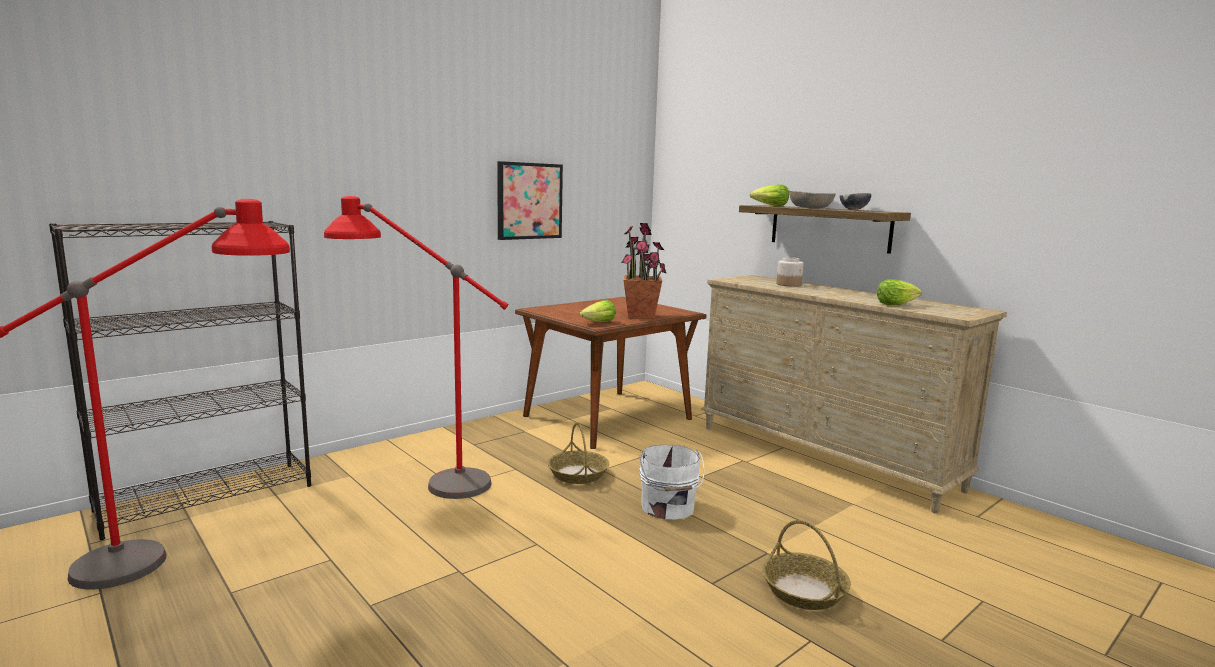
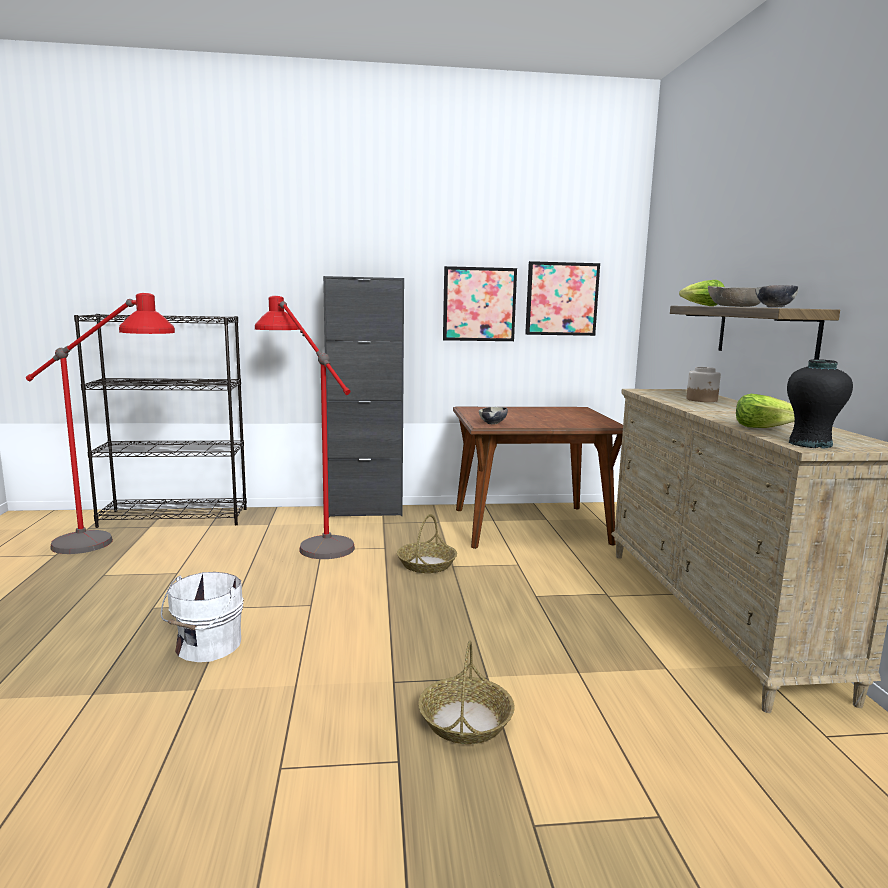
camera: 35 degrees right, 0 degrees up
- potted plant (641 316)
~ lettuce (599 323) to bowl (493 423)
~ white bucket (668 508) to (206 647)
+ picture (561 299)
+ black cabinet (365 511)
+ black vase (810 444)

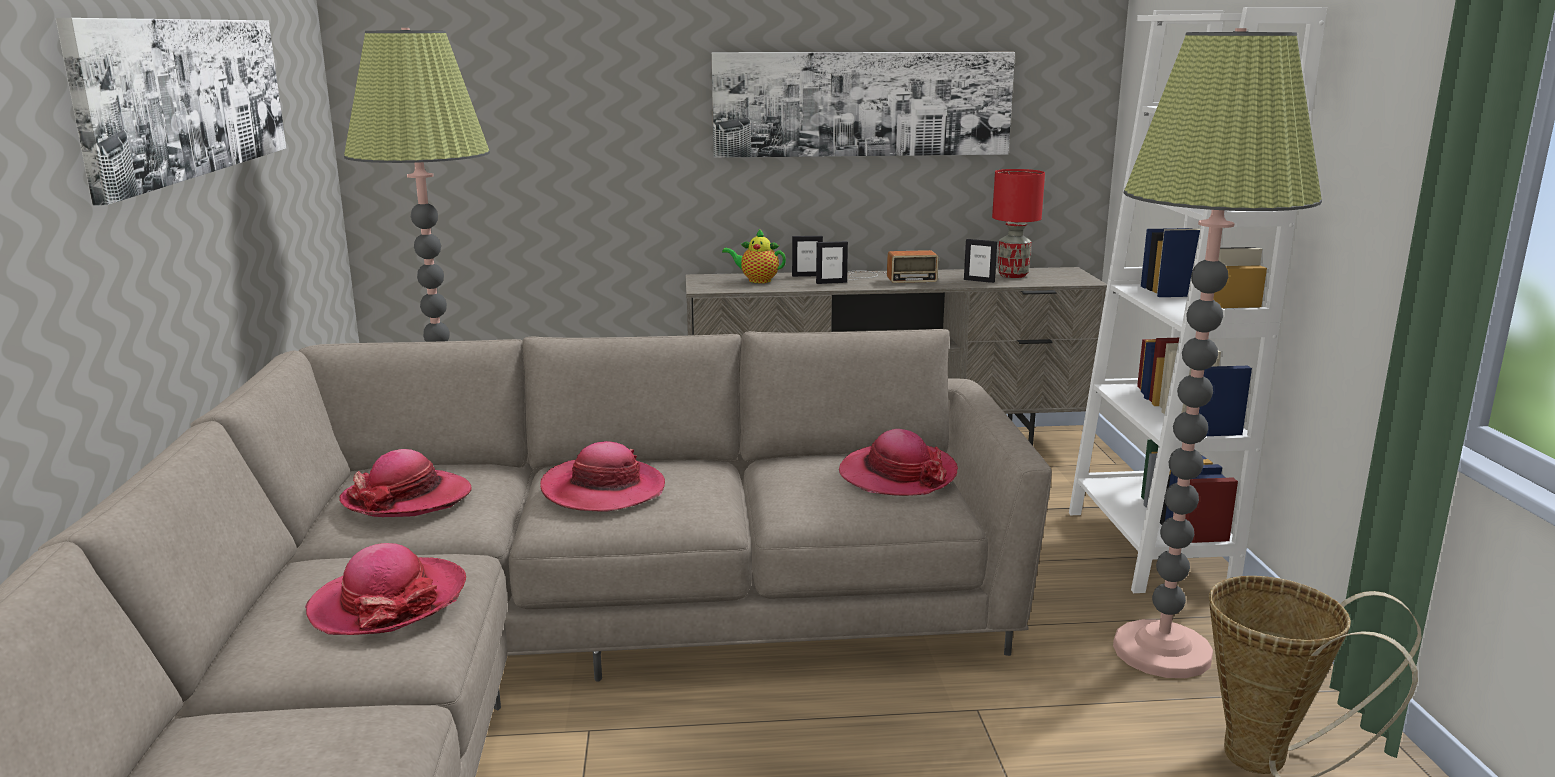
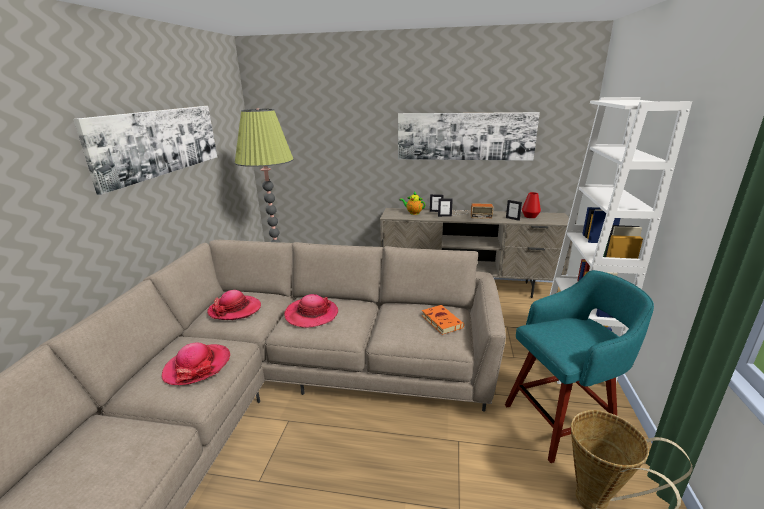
camera: 15 degrees right, 5 degrees up
~ floor lamp (1162 651) to turquoise stool (561 422)
~ red table lamp (1012 275) to red vase (530 216)
~ hat (897 475) to orange book (440 321)

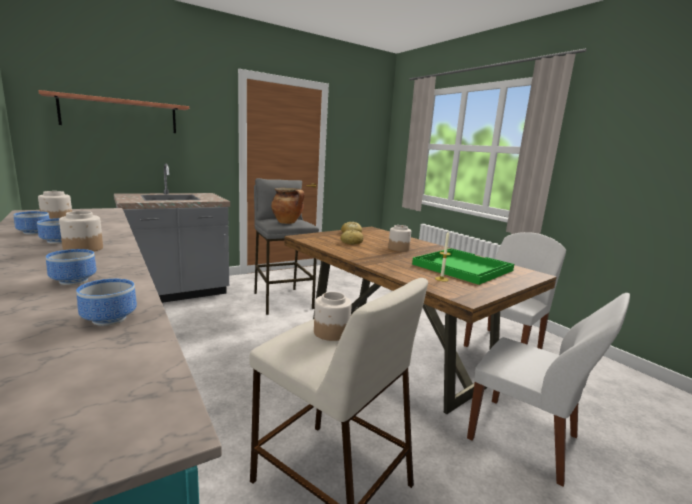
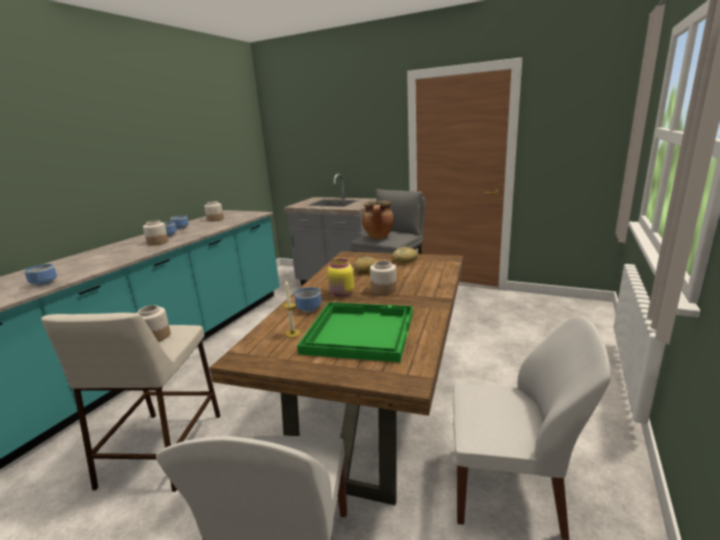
camera: 60 degrees right, 5 degrees up
- shelf (120 115)
~ bowl (75 281) to (309 309)
+ yellow jar (342 294)

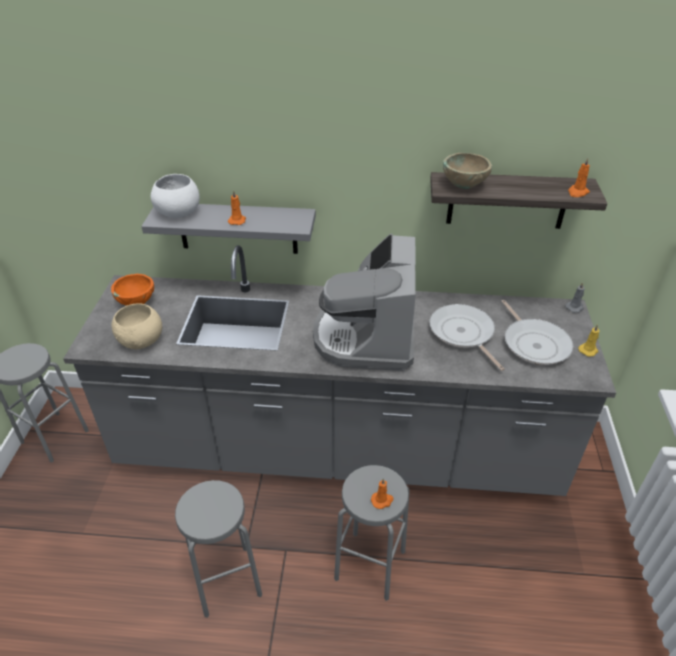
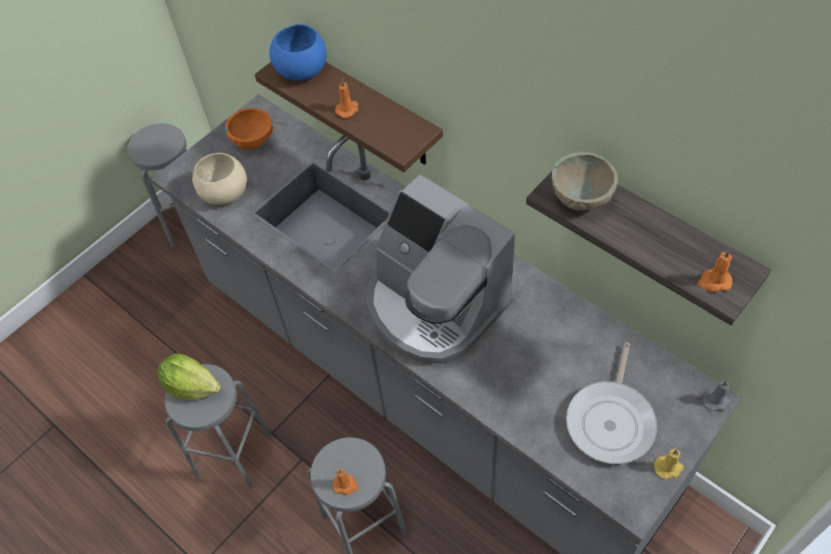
camera: 40 degrees right, 15 degrees up
~ white bowl (179 212) to blue bowl (302 69)
~ grey shelf (238 228) to brown shelf (368 108)
~ coffee machine (367 336) = (434 304) 90 degrees counterclockwise
- frying pan (463 333)
+ lettuce (192 386)

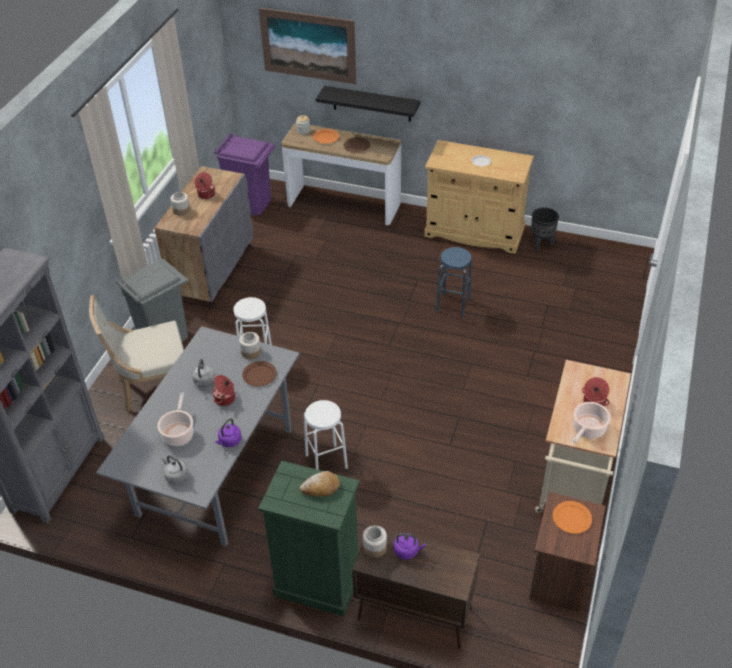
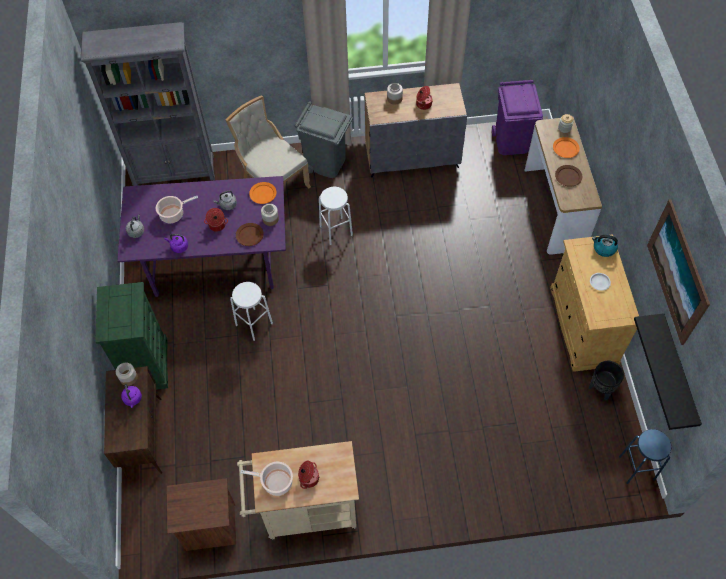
camera: 65 degrees right, 15 degrees up
~ picture (308 45) to (677 272)
~ black shelf (372 104) to (677 373)
~ blue stool (453 305) to (637 467)
~ grey dining table (216 473) to purple dining table (214 260)
- bread (321 488)
~ orange plate (572 518) to (262 194)
+ kettle (603 248)

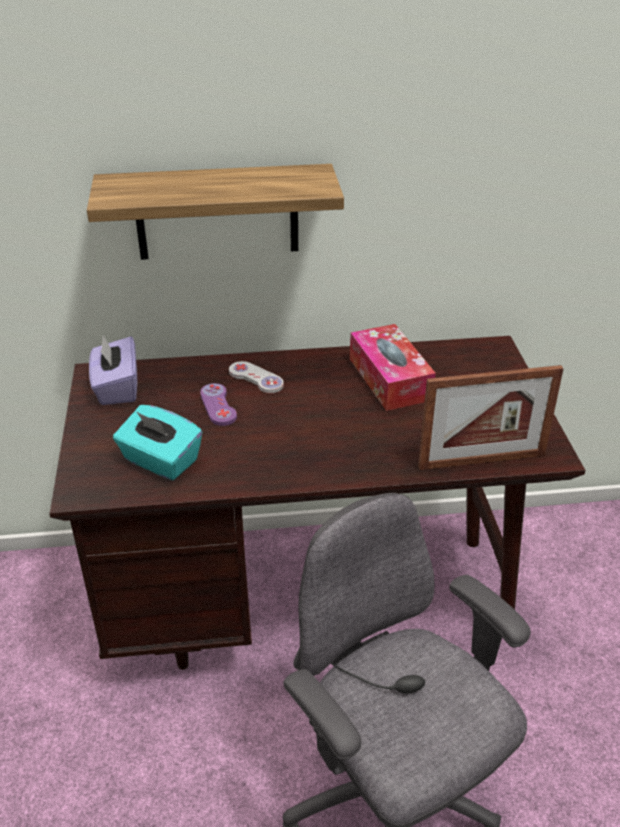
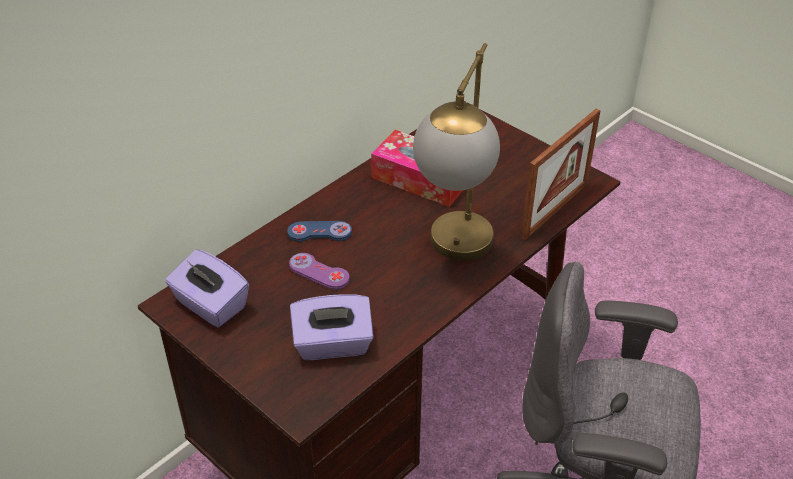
camera: 40 degrees left, 5 degrees up
- shelf (217 212)
~ white game controller (256 379) to blue game controller (319 233)
~ turquoise tissue box (160 461) to purple tissue box (333 345)
+ table lamp (455 255)

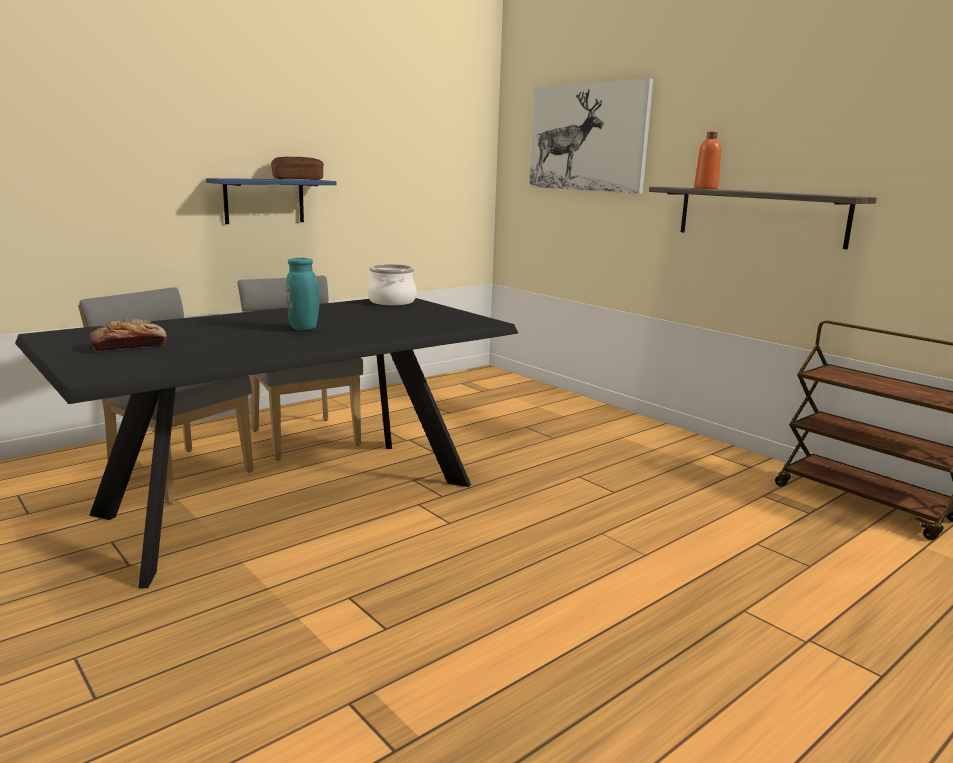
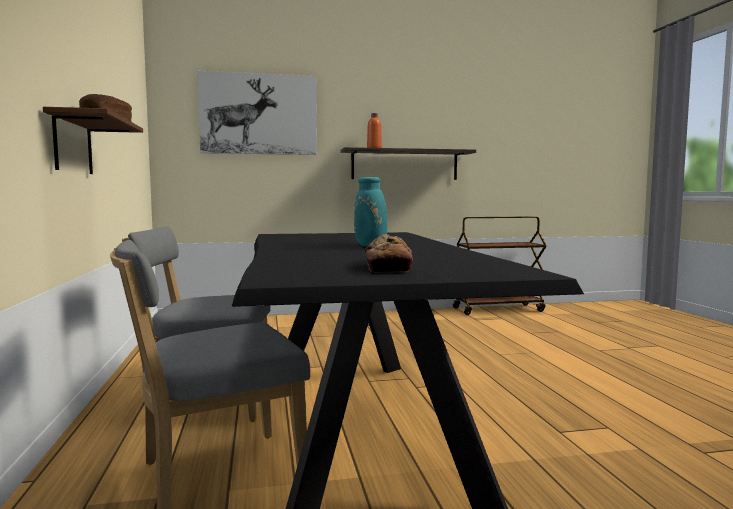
camera: 60 degrees left, 10 degrees down
~ blue shelf (264 201) to brown shelf (73 145)
- cooking pot (392 302)

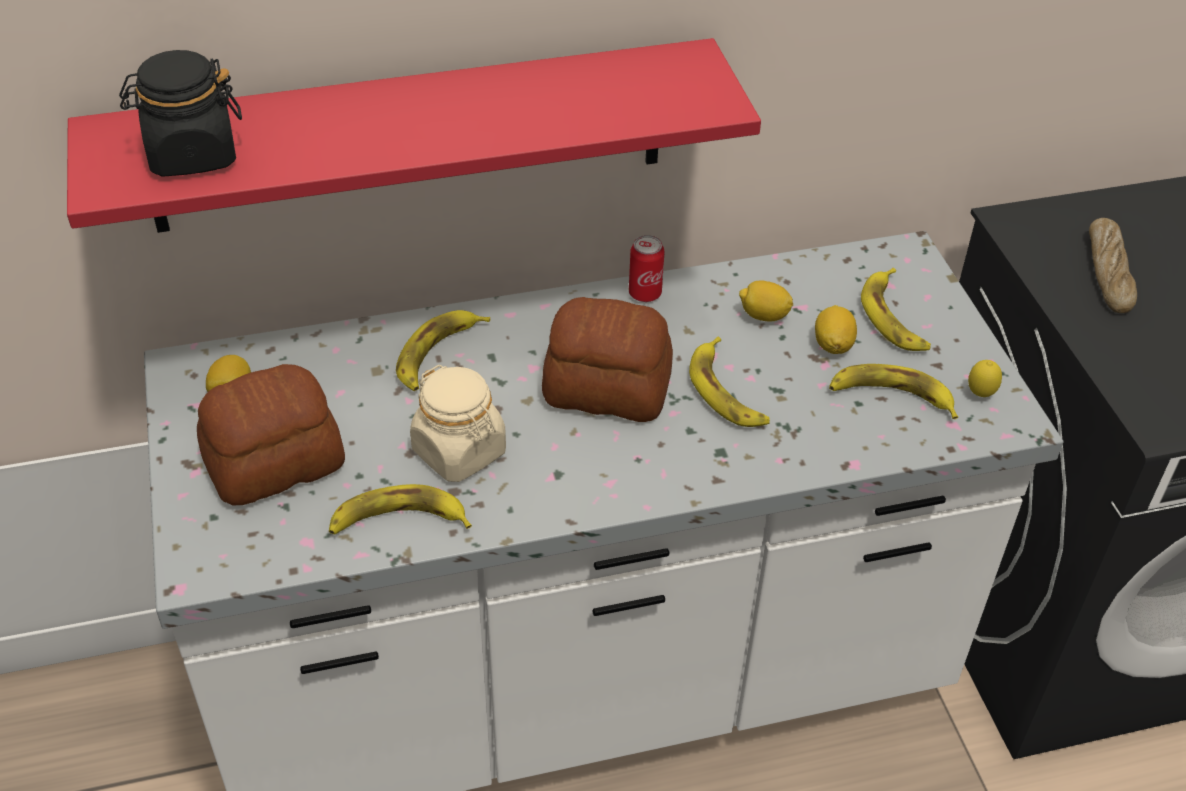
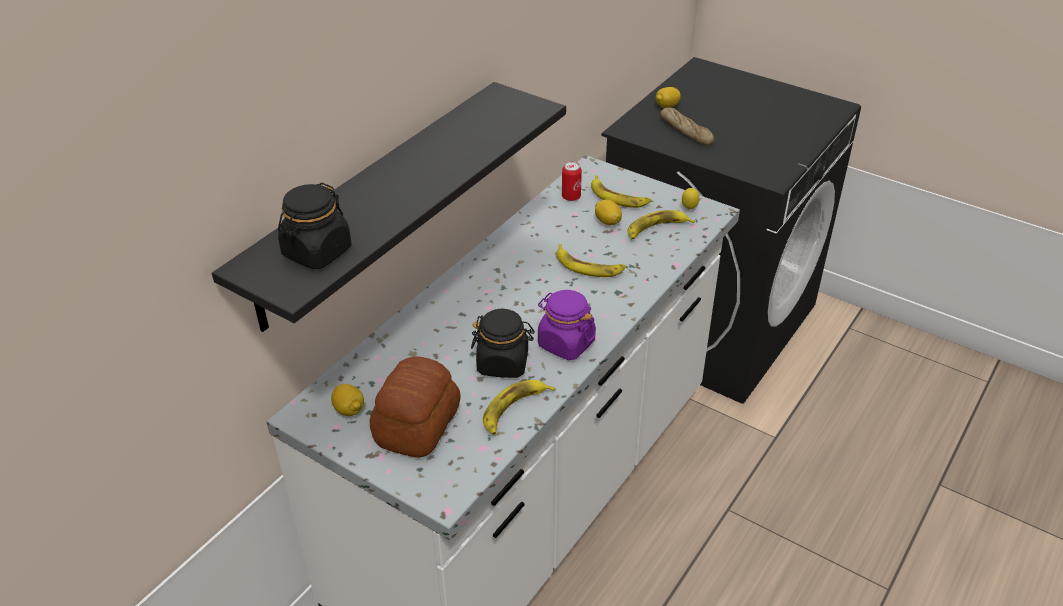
camera: 40 degrees left, 5 degrees down
~ red shelf (409 136) to black shelf (375 203)
~ can (645 293) to (571 197)
~ lemon (763 316) to (667 106)
- bread (608 389)
- banana (437 355)
~ beige jar (460 452) to black jar (503 363)
+ purple jar (565 343)

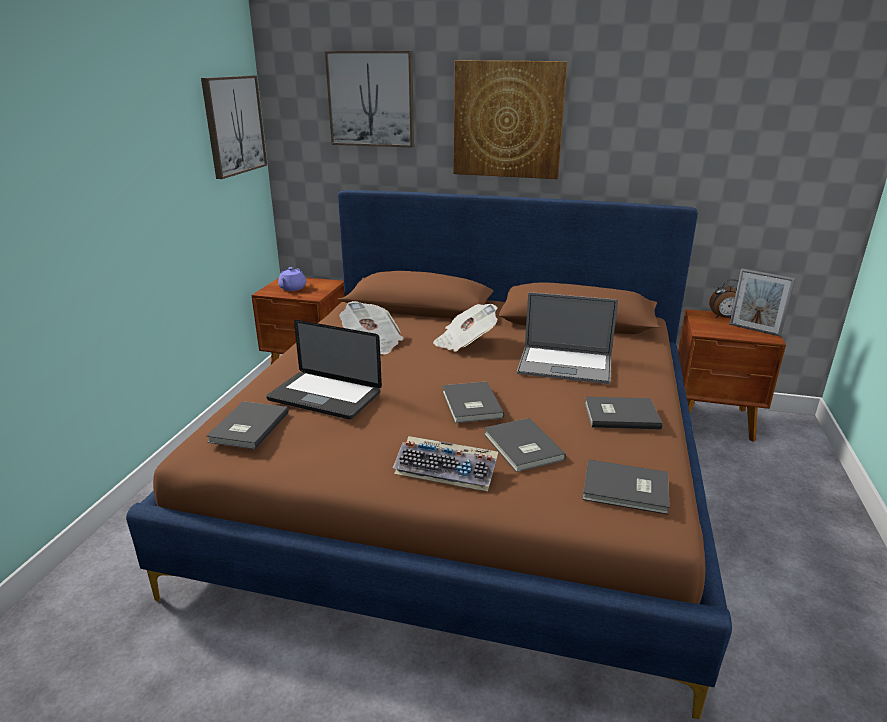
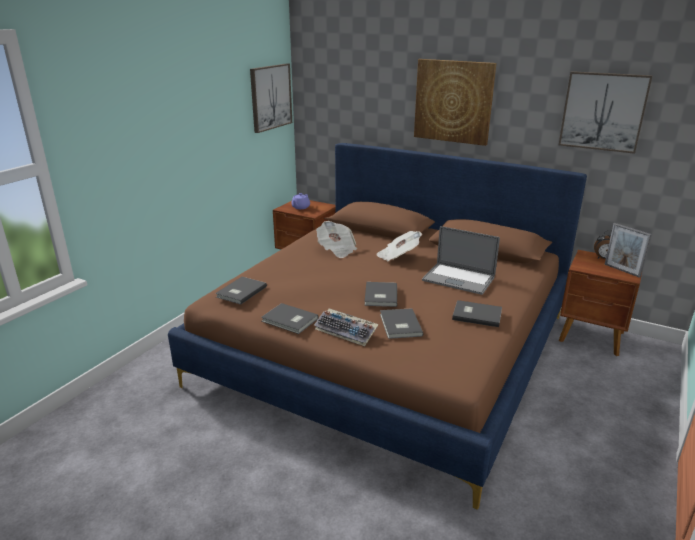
camera: 15 degrees right, 0 degrees up
~ picture (371 99) to (603 111)
- laptop (324 396)
~ grey book (626 490) to (289 320)

